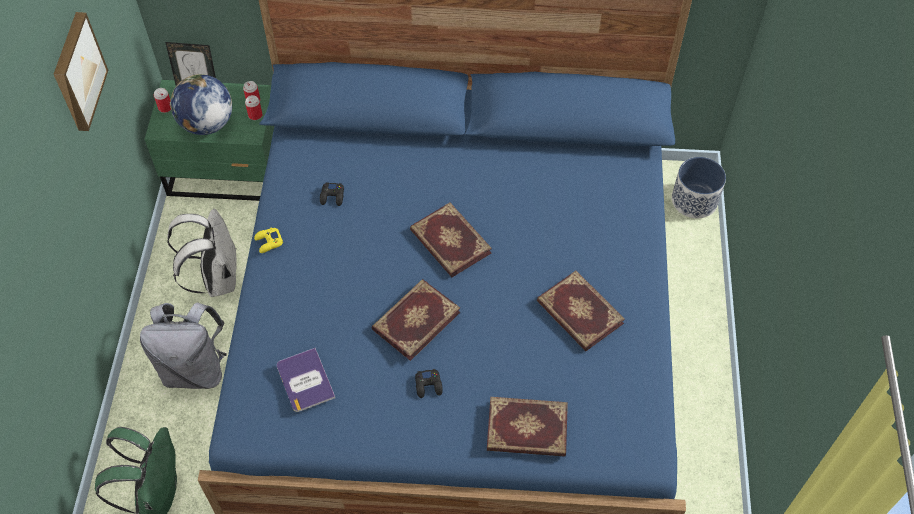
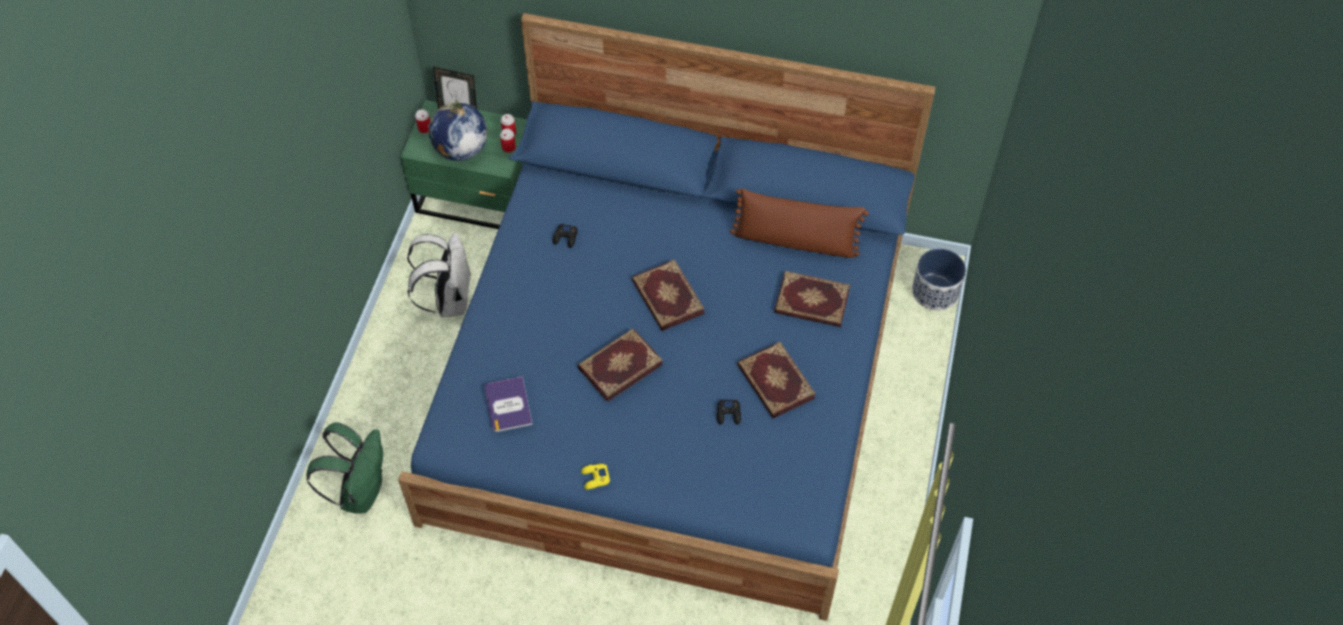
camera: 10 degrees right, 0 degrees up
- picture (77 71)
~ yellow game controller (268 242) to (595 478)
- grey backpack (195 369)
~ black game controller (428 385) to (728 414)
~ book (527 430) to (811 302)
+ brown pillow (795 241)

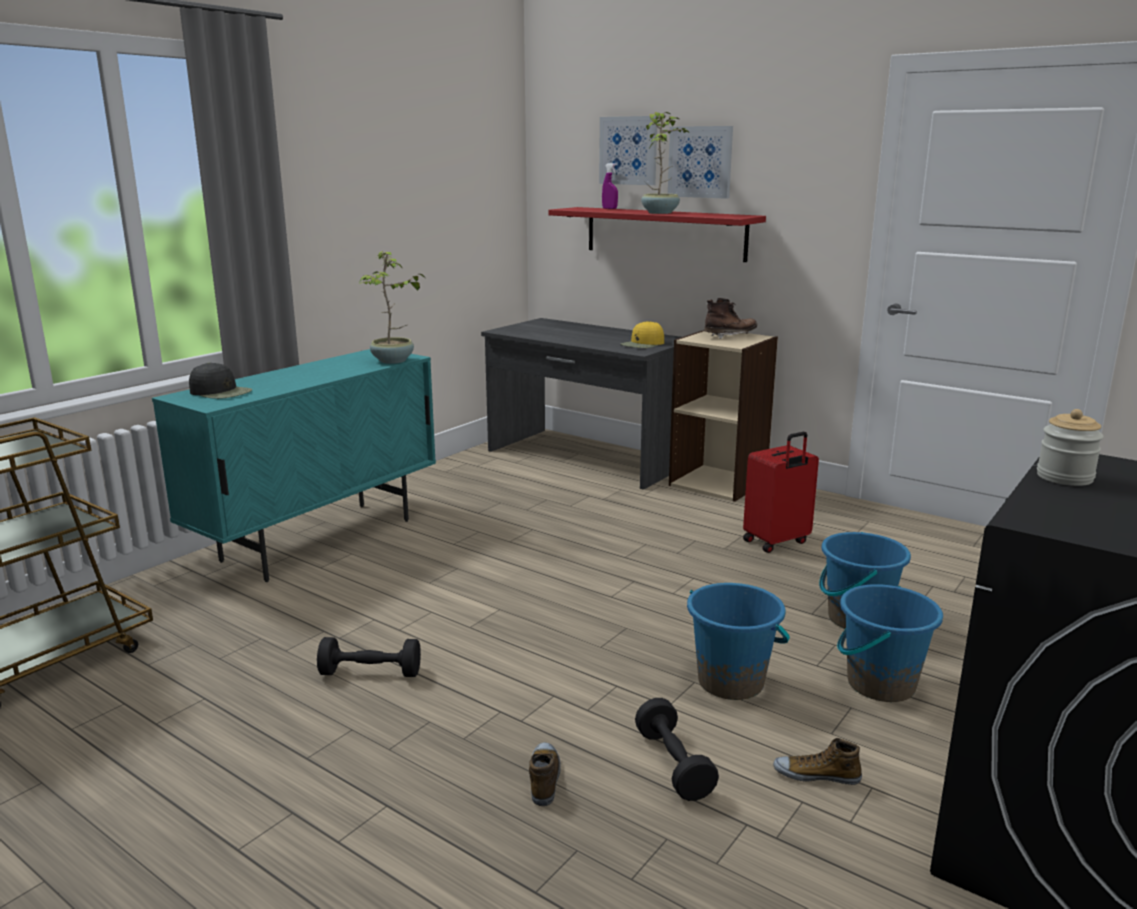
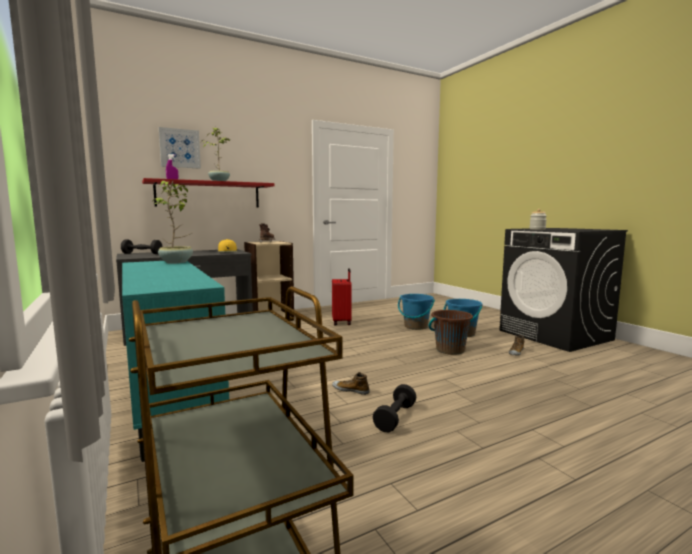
camera: 65 degrees left, 10 degrees down
- picture (700 162)
- black cap (221 392)
~ blue bucket (731 682) to brown bucket (450 350)
~ black dumbbell (674 765) to (142 254)
~ shoe (545 778) to (350 390)

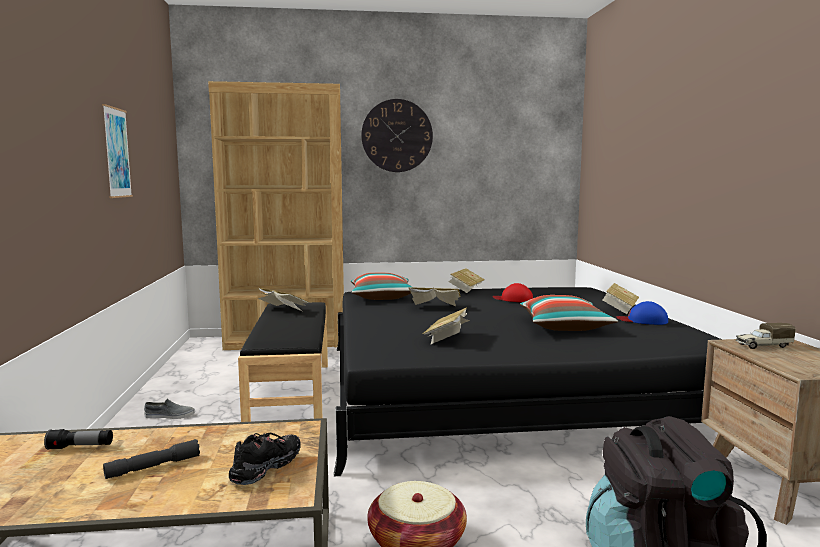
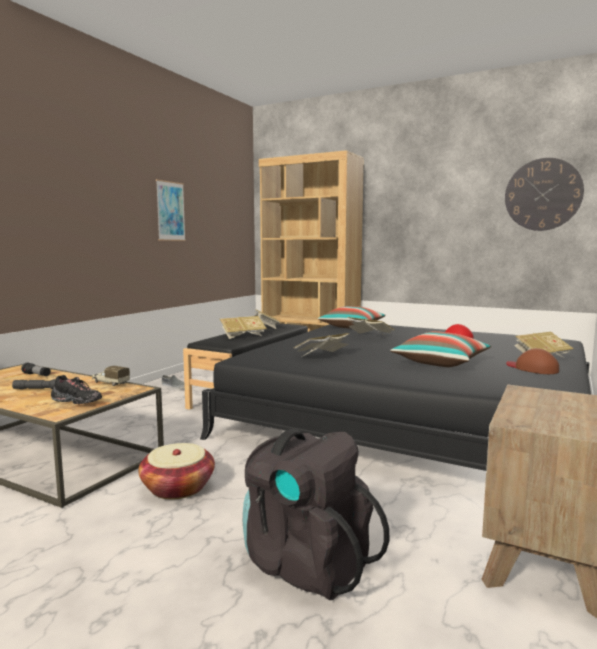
camera: 35 degrees right, 0 degrees up
~ wall clock (397 136) to (543 194)
~ book (466 289) to (242 336)
~ blue cap (643 320) to brown cap (532 368)
~ toy truck (763 346) to (110 383)
~ black shoe (266 469) = (77 402) 45 degrees clockwise

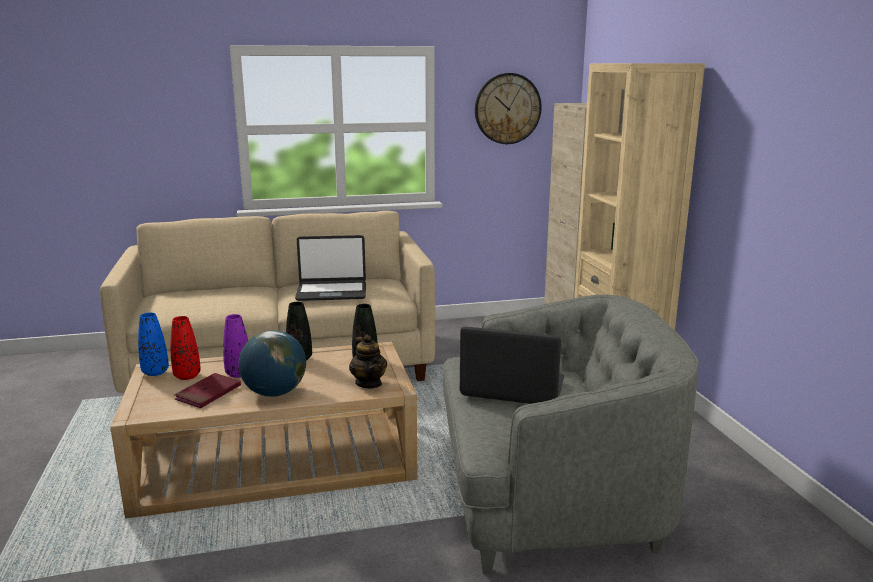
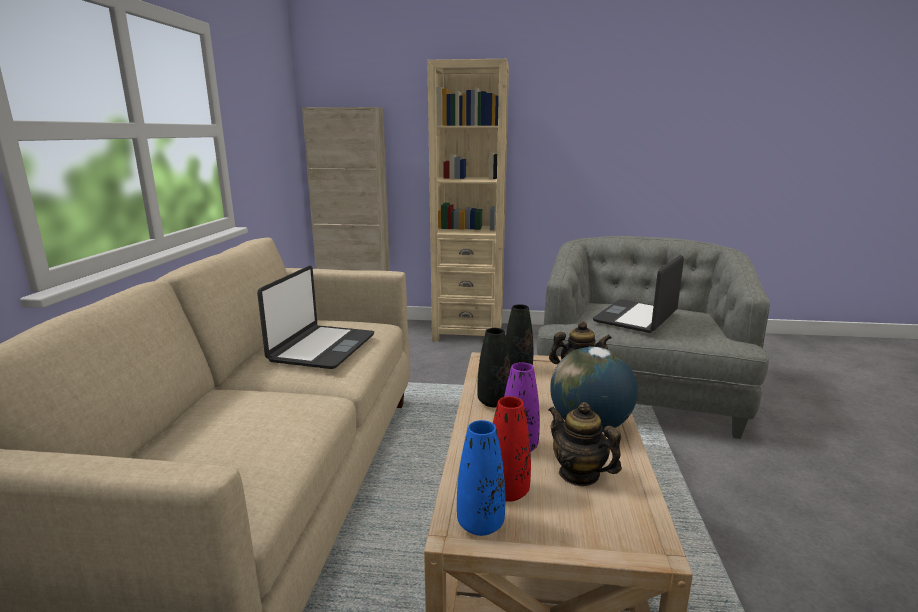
camera: 70 degrees left, 0 degrees up
- wall clock (507 109)
~ red book (208 393) to teapot (579 474)

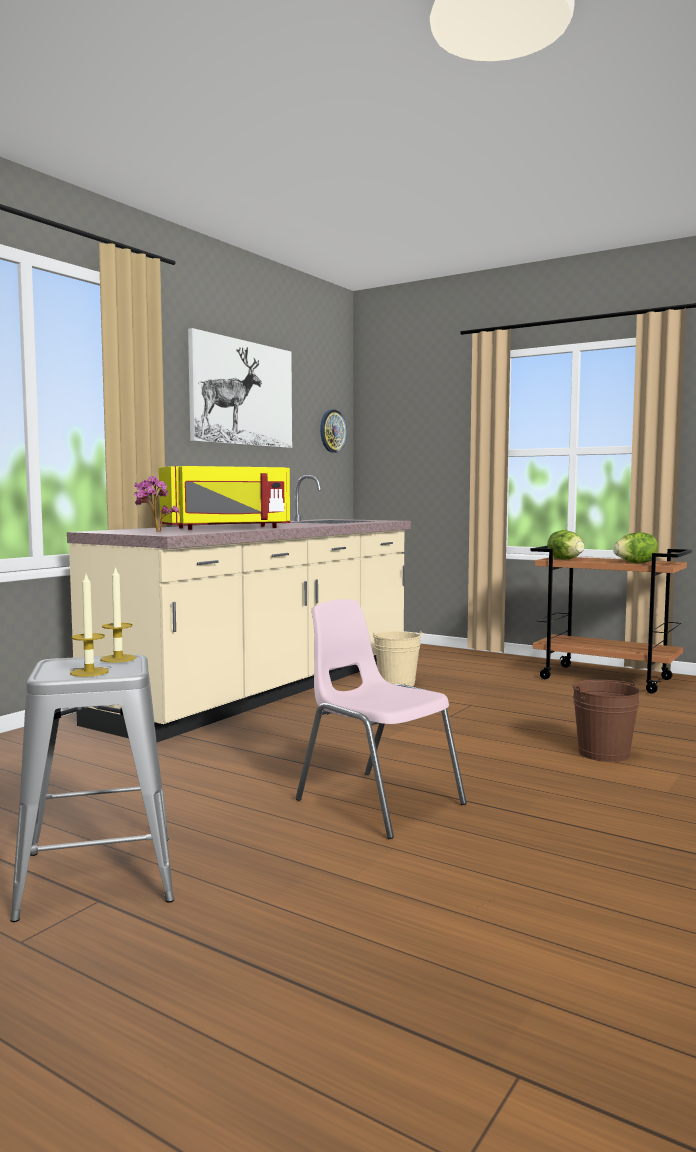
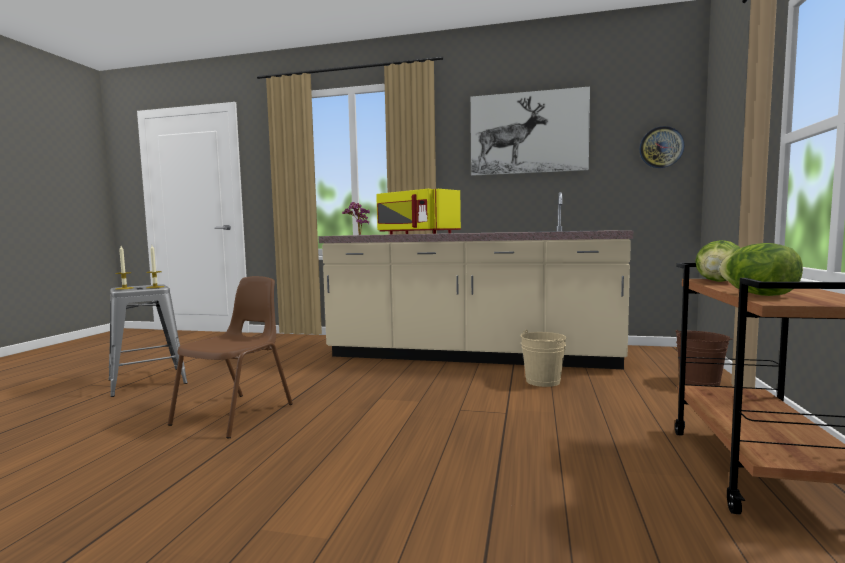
camera: 70 degrees right, 0 degrees up
~ pink chair (377 802) to brown chair (236 414)
~ brown bucket (604 753) to (700 382)

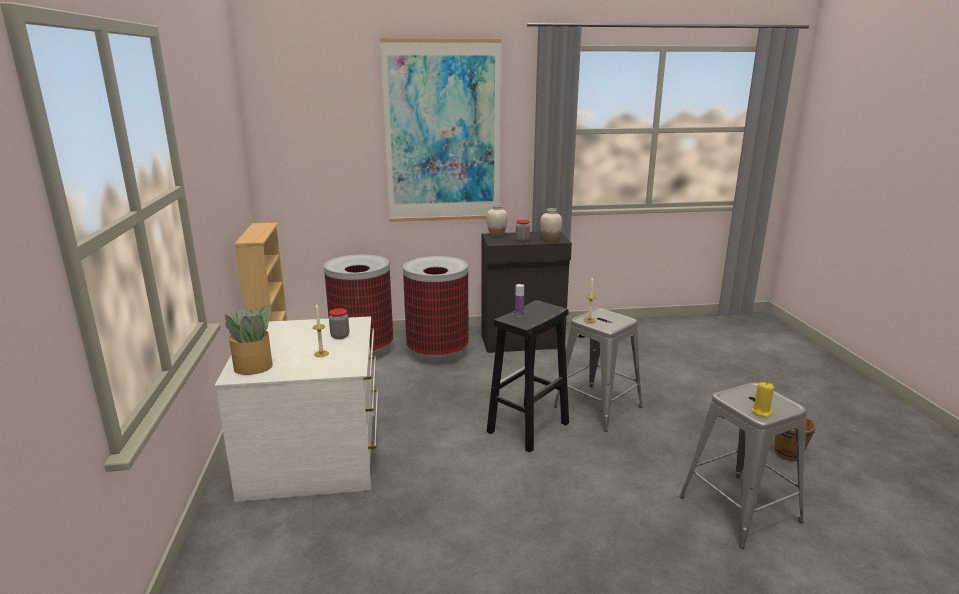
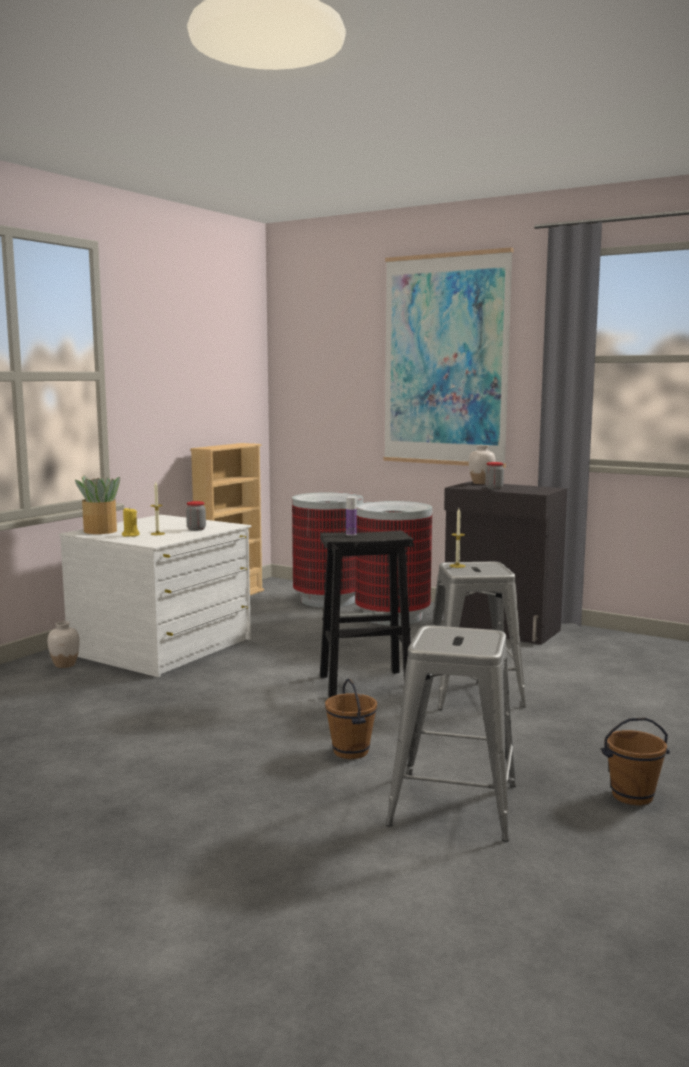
camera: 40 degrees right, 10 degrees down
~ white vase (550 239) to (65 665)
~ yellow candle (761 412) to (130 535)
+ brown bucket (351 752)

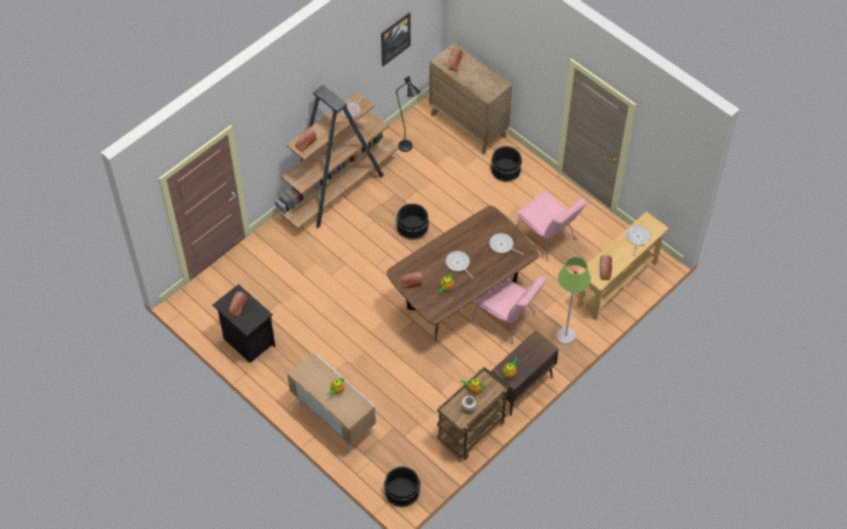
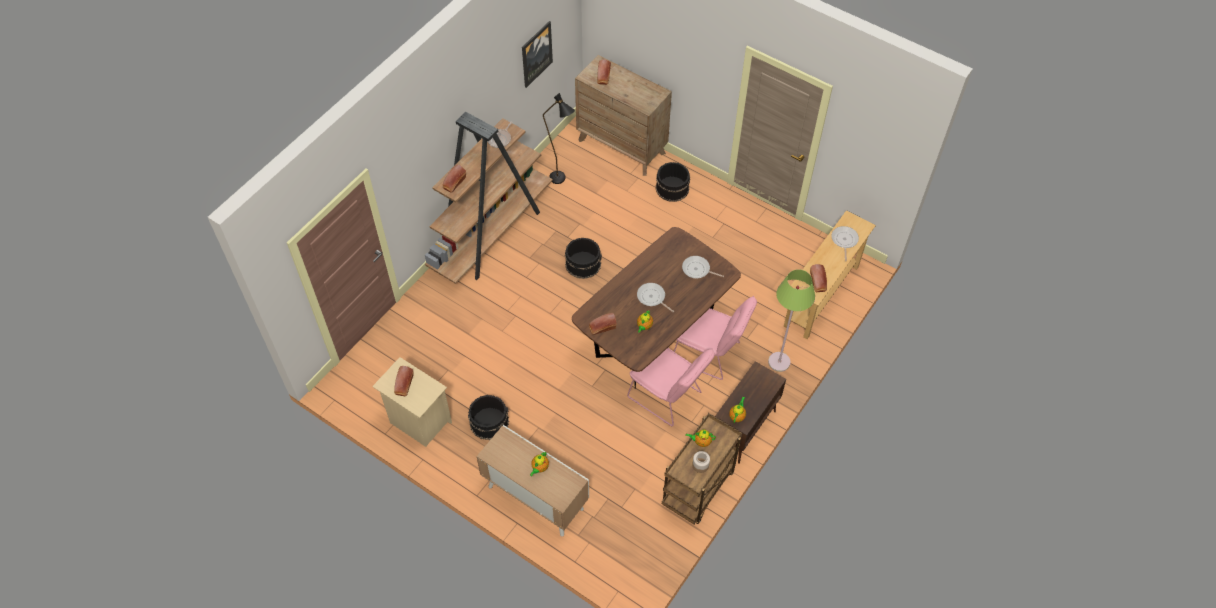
camera: 10 degrees left, 0 degrees up
~ pink chair (547 239) to (668 397)
~ black nightstand (247 341) to beige nightstand (418 422)
~ black bucket (402 490) to (489 422)

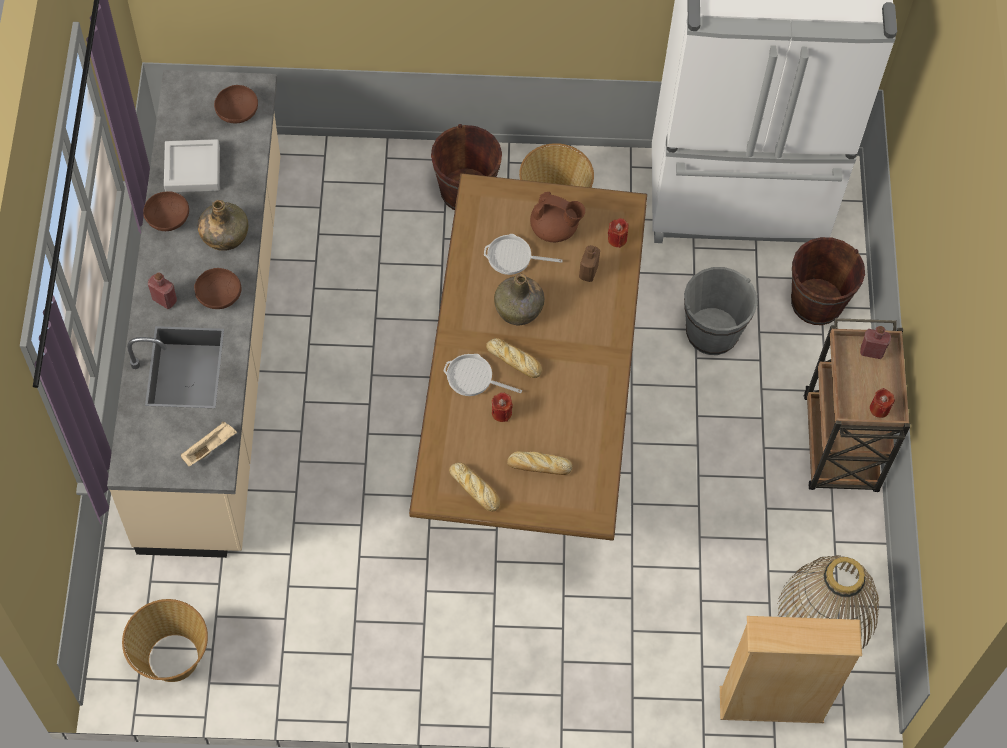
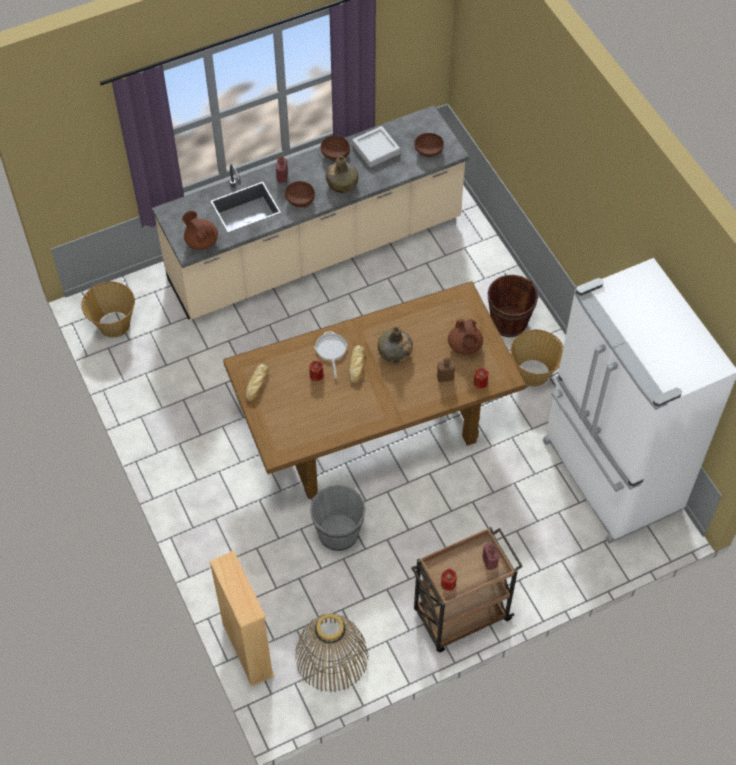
camera: 65 degrees right, 5 degrees down
- frying pan (513 257)
- brown bucket (817 303)
~ grey bucket (712 332) to (338 533)
~ beige tray (210 447) to brown teapot (201 241)
- bread (538 466)

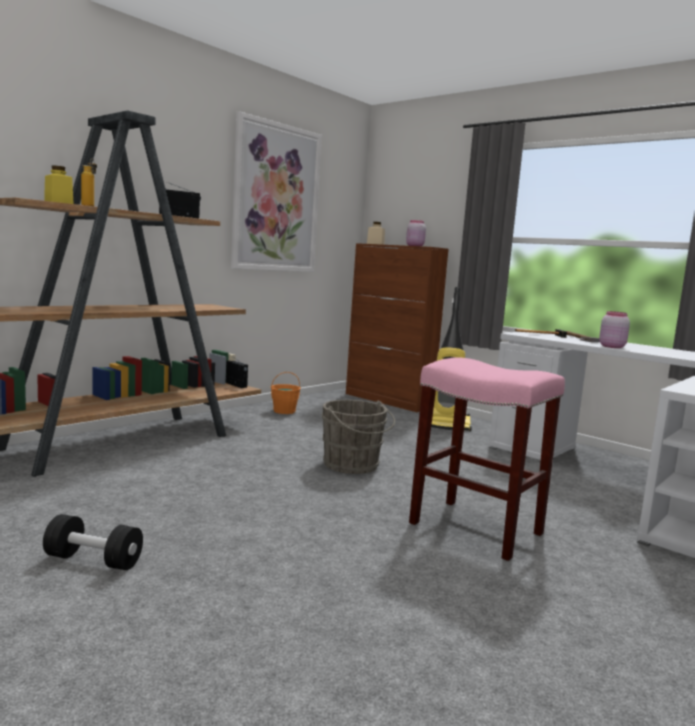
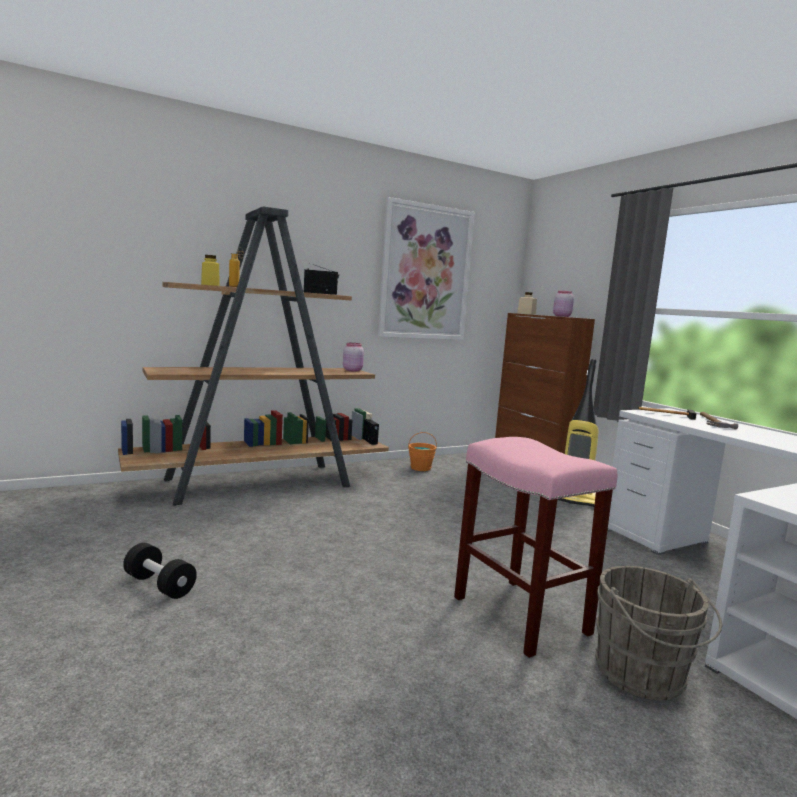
camera: 20 degrees right, 0 degrees up
~ pink jar (611 346) to (352 370)
~ grey bucket (353 465) to (643 676)

